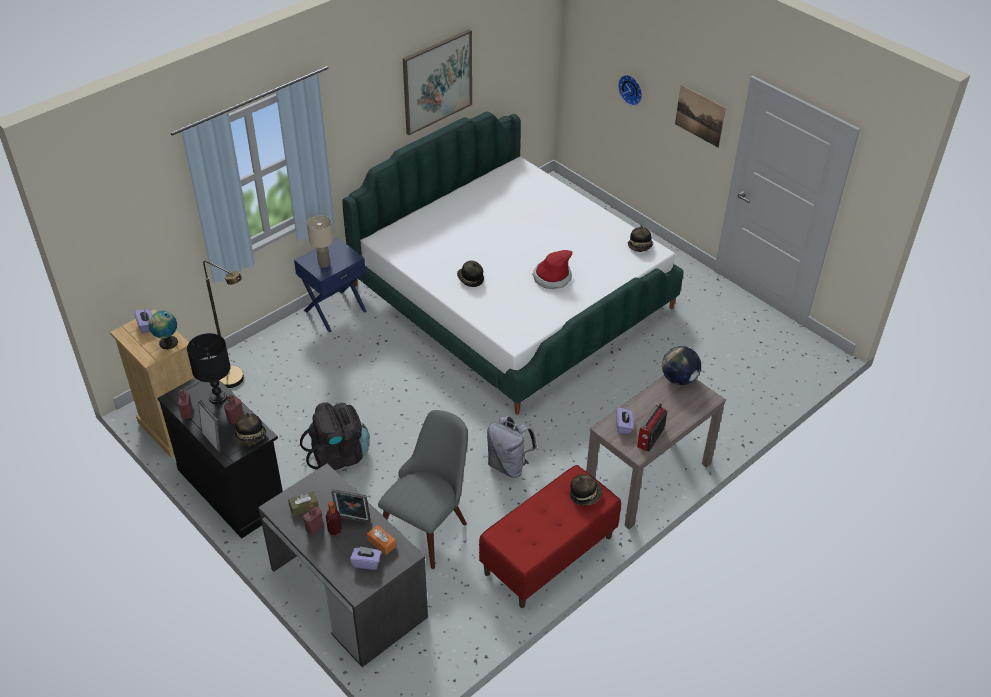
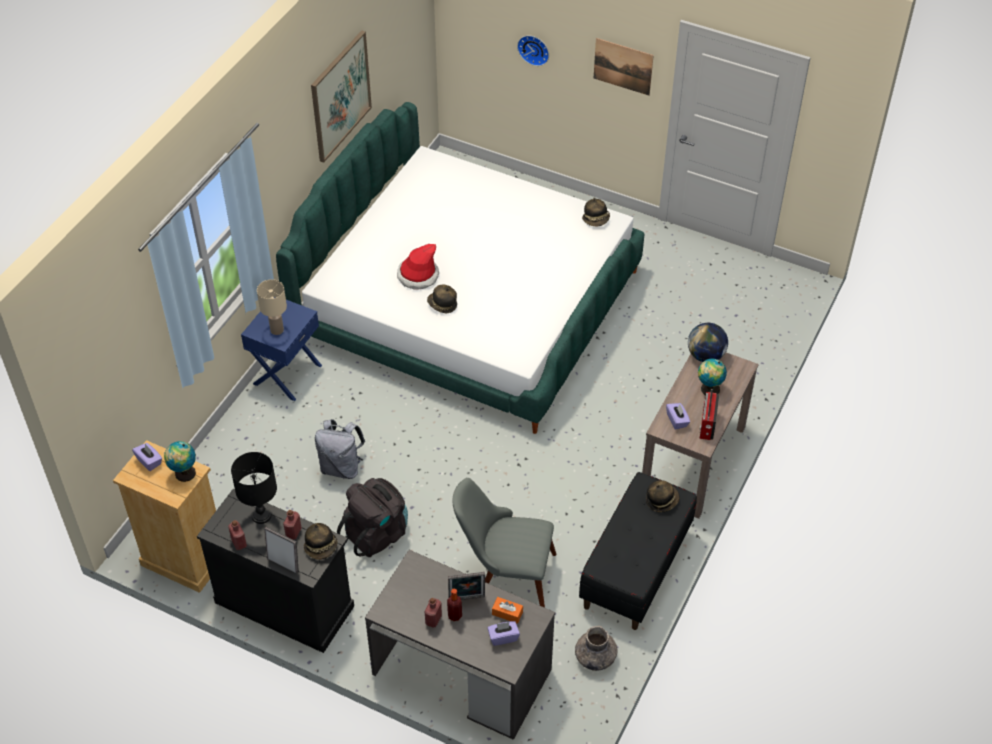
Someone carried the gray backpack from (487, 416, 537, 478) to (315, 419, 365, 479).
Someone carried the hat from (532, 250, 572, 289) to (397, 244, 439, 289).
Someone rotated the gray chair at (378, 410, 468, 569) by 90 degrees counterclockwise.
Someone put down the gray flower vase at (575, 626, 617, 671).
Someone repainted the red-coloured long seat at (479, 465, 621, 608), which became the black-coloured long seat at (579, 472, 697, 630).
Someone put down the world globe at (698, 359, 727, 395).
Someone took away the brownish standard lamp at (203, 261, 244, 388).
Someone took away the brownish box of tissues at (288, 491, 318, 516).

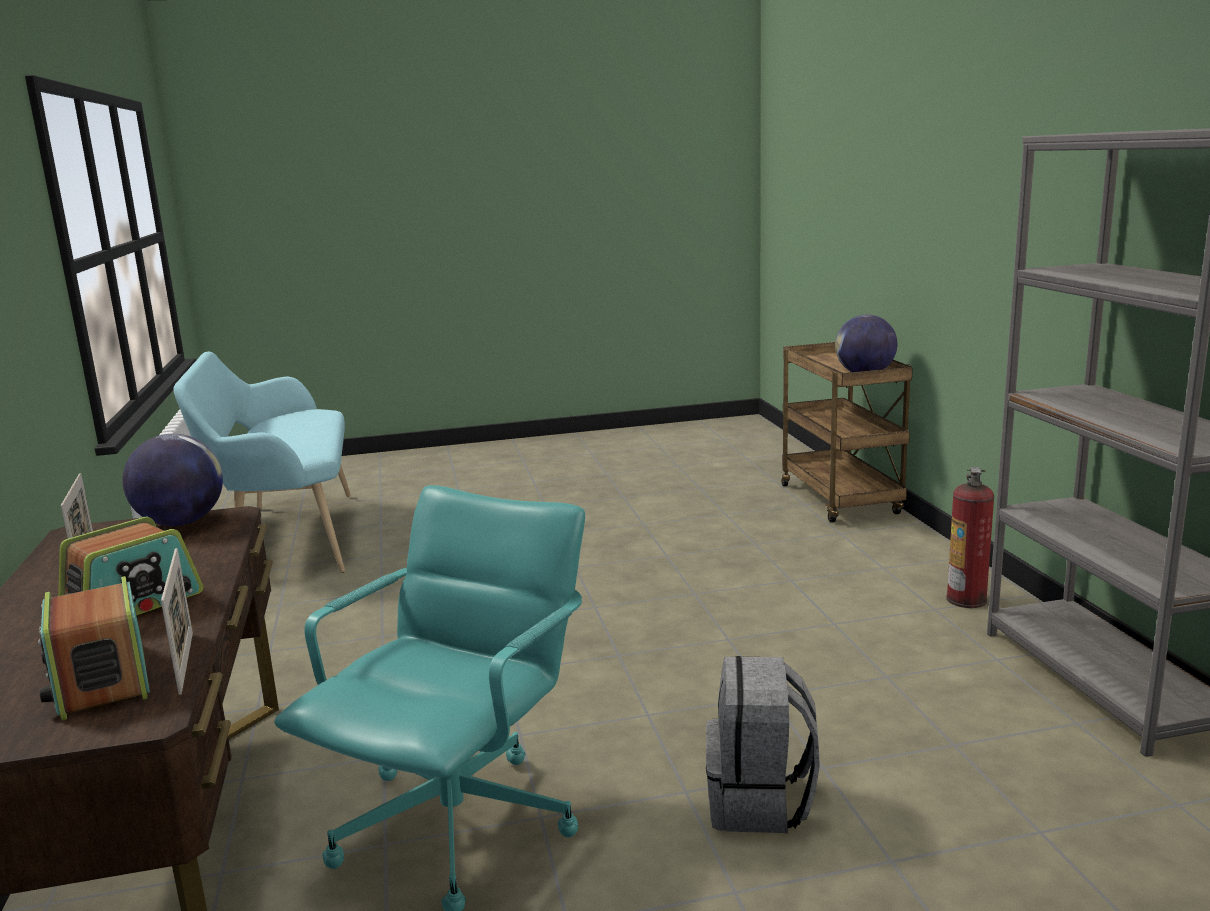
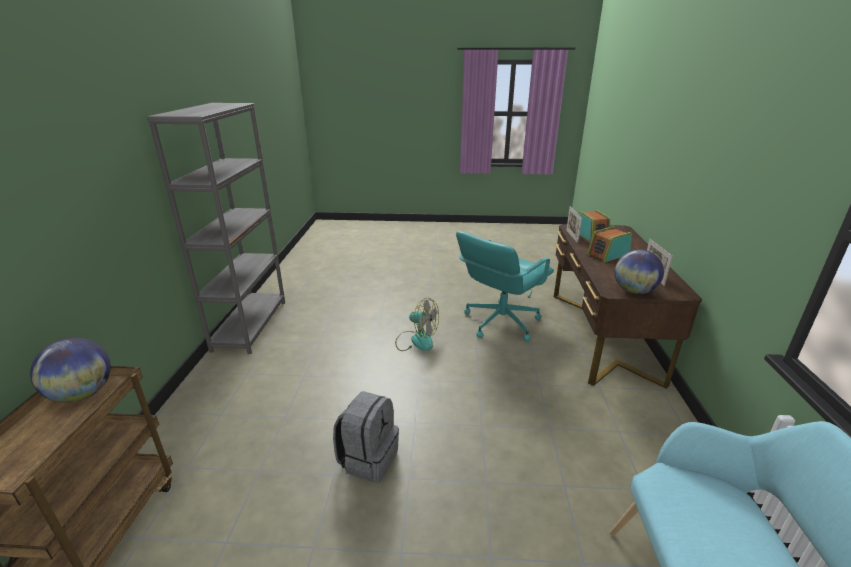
Someone carried the gray backpack from (706, 656, 820, 833) to (333, 392, 399, 483).
Someone put down the cooling fan at (395, 298, 439, 351).
Someone took away the fire-fighting cylinder at (946, 467, 994, 608).

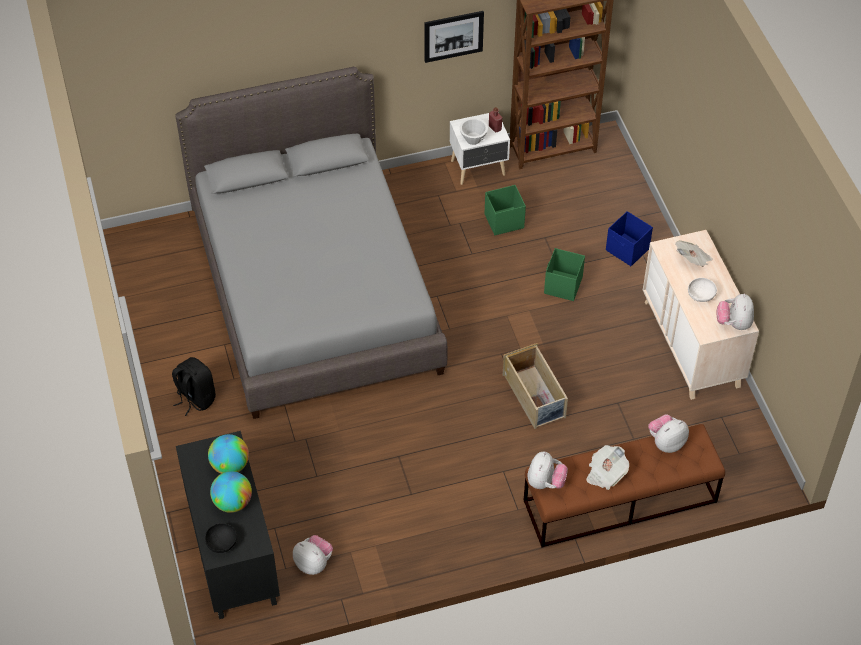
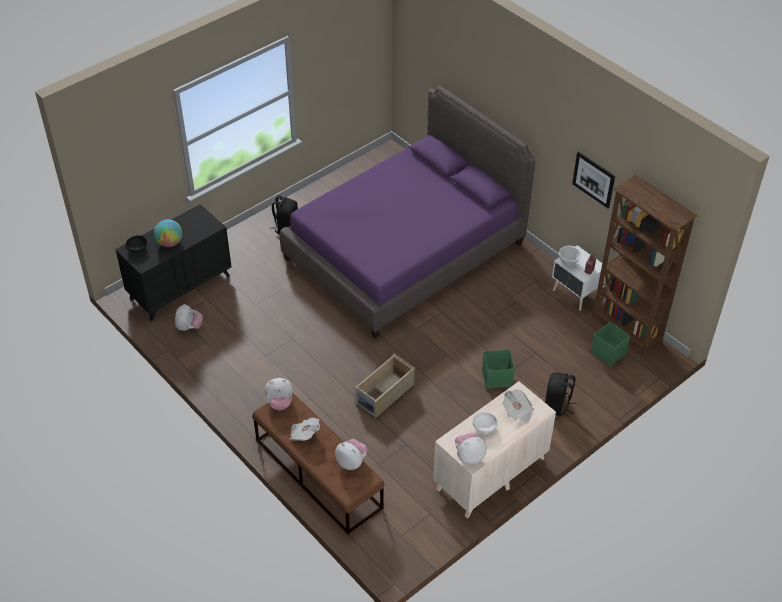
Someone repainted the gray bed at (175, 67, 448, 419), which became the purple-coloured bed at (280, 86, 535, 338).
Someone swapped the blue storage bin at (606, 211, 653, 266) for the black-coloured backpack at (545, 373, 576, 416).
Someone carried the green-coloured storage bin from (485, 185, 526, 235) to (591, 322, 630, 366).
Someone took away the world globe at (208, 434, 249, 474).

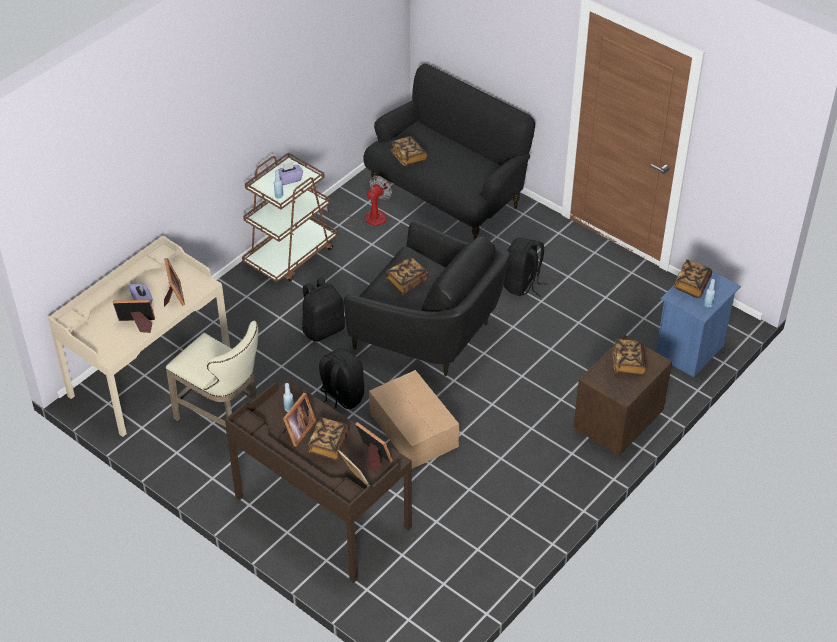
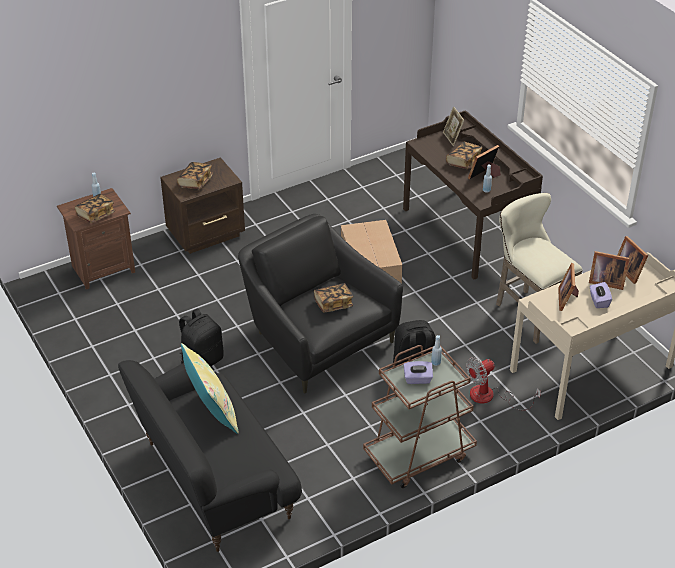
Someone repainted the blue night table at (656, 271, 741, 377), which became the brownish night table at (57, 188, 135, 289).
Someone put down the yellowish cushion at (181, 343, 239, 434).
Someone carried the cooling fan from (323, 176, 392, 227) to (466, 357, 541, 410).
Someone carried the standing frame from (355, 422, 393, 472) to (617, 236, 648, 284).
Someone took away the black-coloured backpack at (319, 348, 365, 410).
Someone took away the volume at (391, 136, 428, 166).

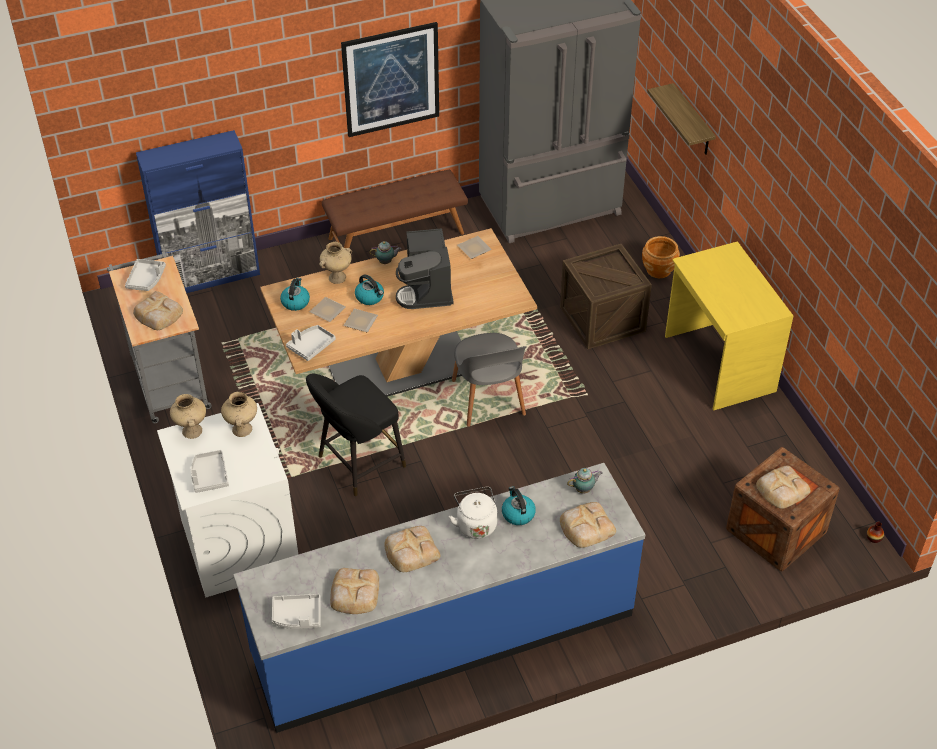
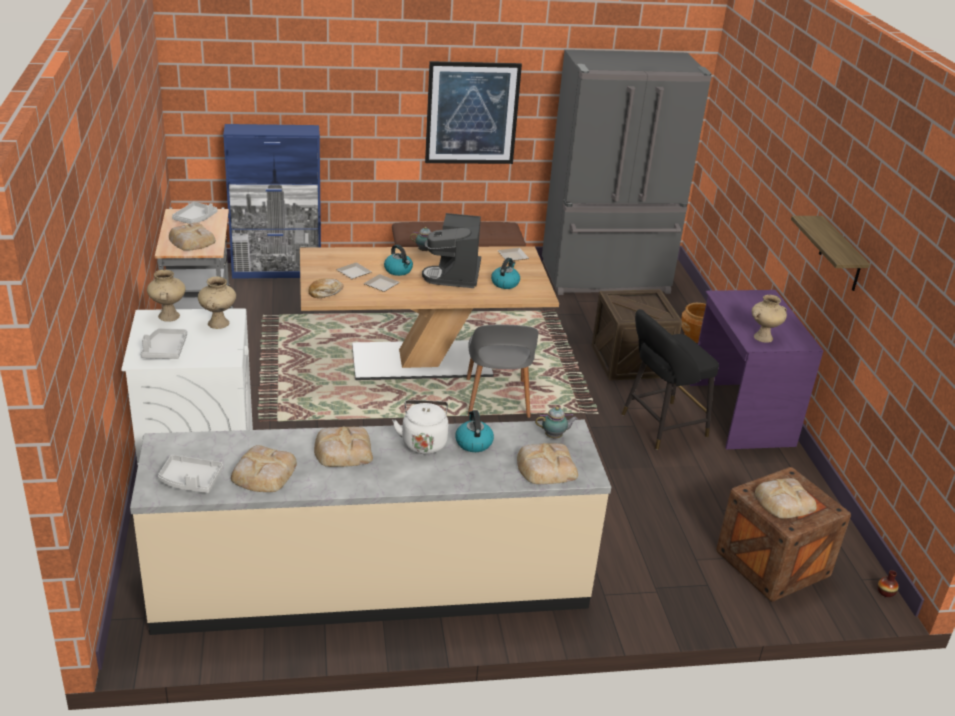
Someone repainted the blue kitchen base unit at (233, 463, 645, 733), which became the sand-coloured kitchen base unit at (130, 420, 611, 635).
Someone swapped the gray serving tray at (286, 325, 336, 361) for the bread at (308, 278, 343, 298).
Someone carried the water kettle from (280, 278, 310, 311) to (491, 258, 520, 289).
Someone carried the black-coloured sitting stool from (306, 373, 406, 496) to (622, 309, 719, 450).
Someone repainted the yellowish desk table at (665, 241, 794, 410), which became the purple-coloured desk table at (690, 290, 823, 449).
Someone carried the sand-coloured flower vase from (319, 242, 352, 284) to (752, 295, 787, 343).
Someone carried the shelf from (647, 83, 716, 155) to (791, 216, 870, 291).

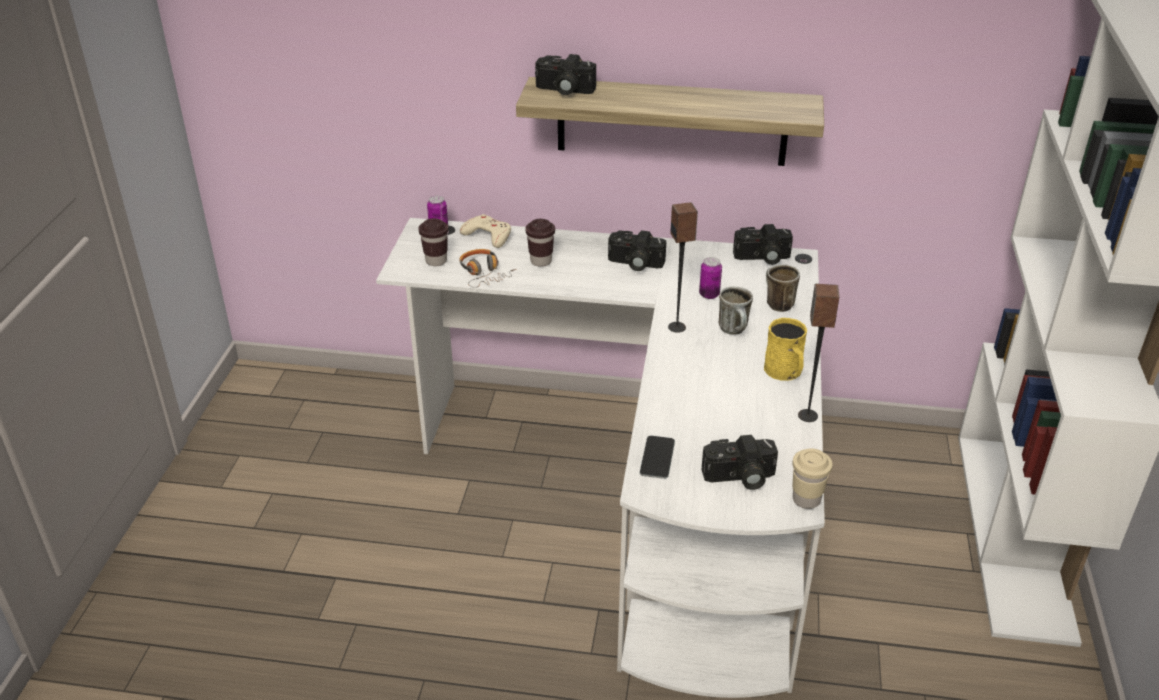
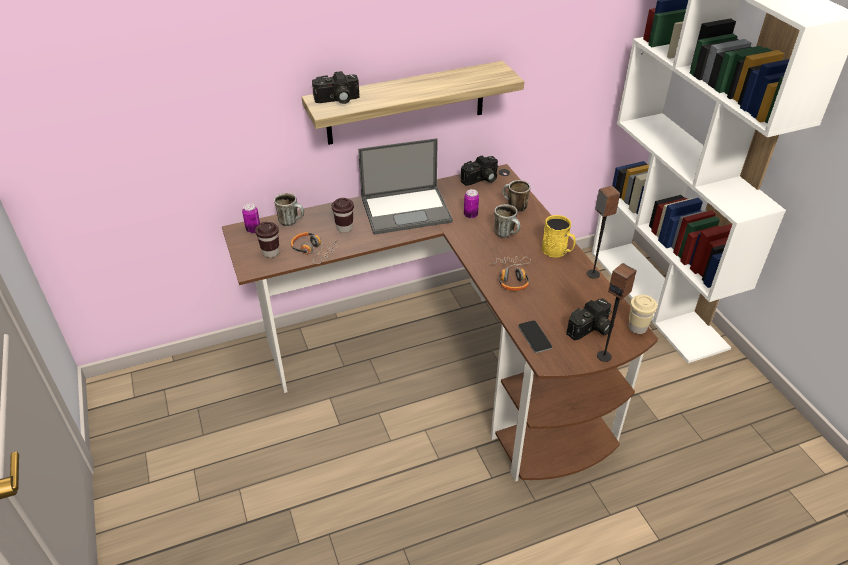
Someone repainted the white desk table at (376, 218, 825, 698), which became the brownish desk table at (222, 164, 658, 482).
Someone swapped the sand-coloured gamepad at (460, 214, 511, 248) for the coffee mug at (274, 193, 304, 226).
Someone swapped the photo camera at (608, 230, 666, 271) for the notebook computer at (358, 138, 453, 235).
Someone put down the headphones at (490, 256, 531, 291).
Someone carried the loudspeaker from (668, 202, 698, 333) to (597, 263, 637, 362).

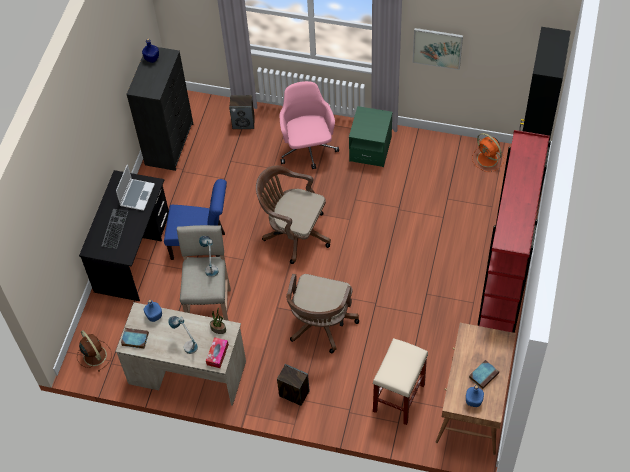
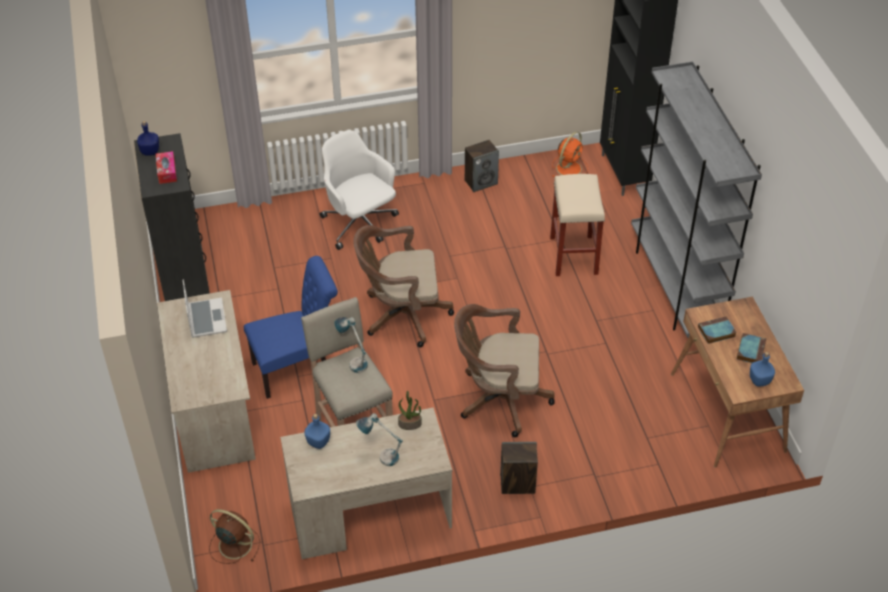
Someone carried the box of tissues from (206, 337, 229, 368) to (156, 151, 177, 184).
Someone repainted the black-coloured desk table at (79, 170, 169, 301), which became the sand-coloured desk table at (157, 290, 256, 473).
Someone repainted the pinkish computer chair at (279, 81, 339, 169), which became the white computer chair at (320, 130, 399, 250).
Someone rotated the brownish computer chair at (286, 274, 359, 353) by 105 degrees clockwise.
Someone carried the loudspeaker from (229, 95, 255, 129) to (465, 140, 499, 192).
Someone carried the sand-coloured sitting stool from (373, 338, 428, 425) to (550, 174, 605, 276).
Someone rotated the orange-coloured cooling fan at (472, 133, 504, 172) by 75 degrees counterclockwise.
Someone repainted the red-coloured shelving unit at (478, 130, 551, 333), which became the gray shelving unit at (631, 61, 762, 338).
Someone carried the volume from (121, 328, 149, 349) to (698, 316, 737, 344).
Someone took away the PC keyboard at (102, 209, 128, 249).
Someone took away the green-coloured night table at (349, 106, 393, 167).
Someone took away the wall picture at (413, 28, 463, 70).

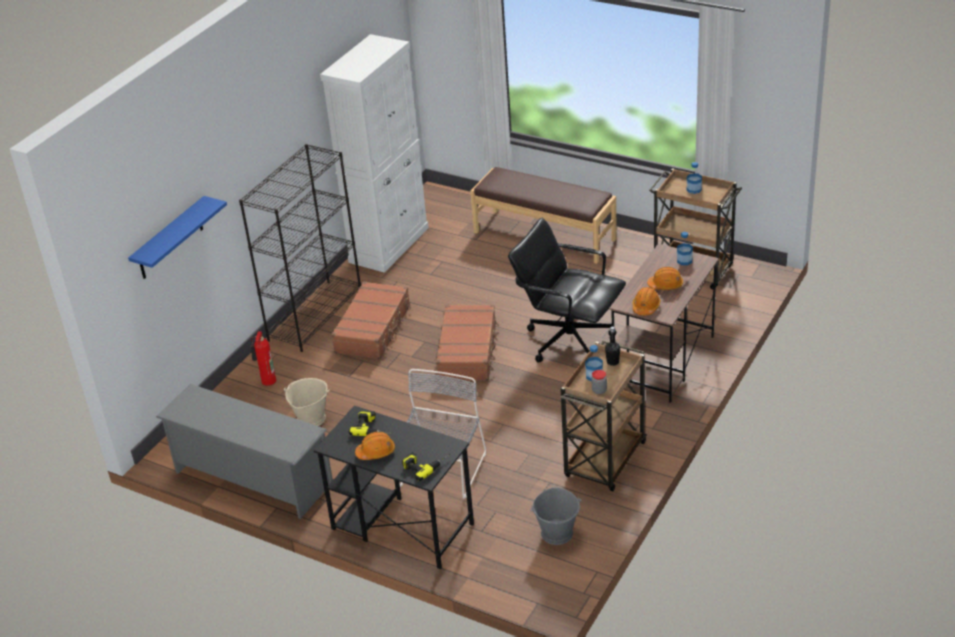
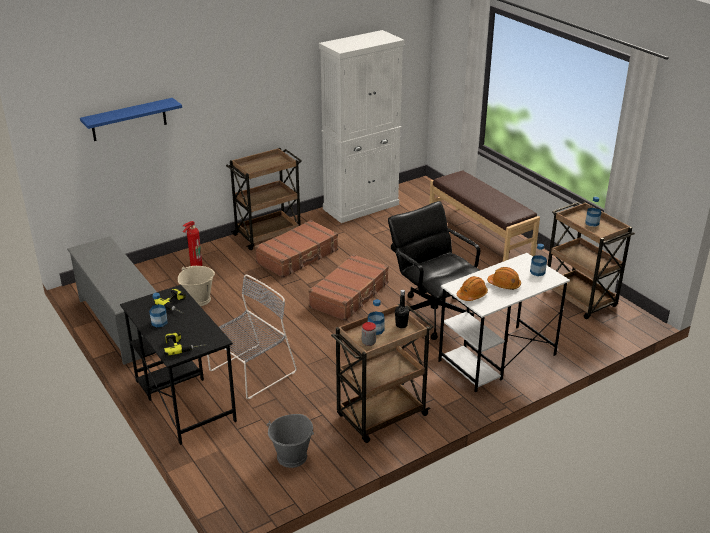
Someone swapped the orange-coloured safety helmet at (355, 432, 395, 460) for the beverage bottle at (149, 293, 167, 327).
Someone swapped the black-coloured shelving unit at (239, 144, 361, 352) for the brownish cart at (226, 148, 302, 250).
Someone repainted the brownish desk table at (609, 244, 719, 403), which became the white desk table at (438, 253, 570, 392).

